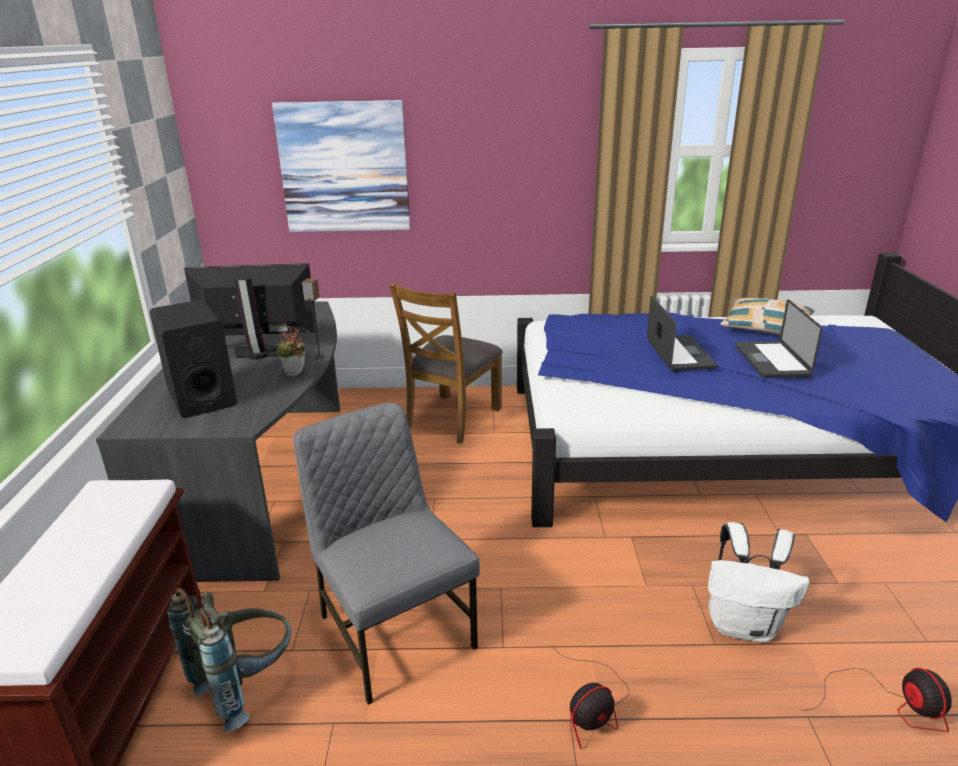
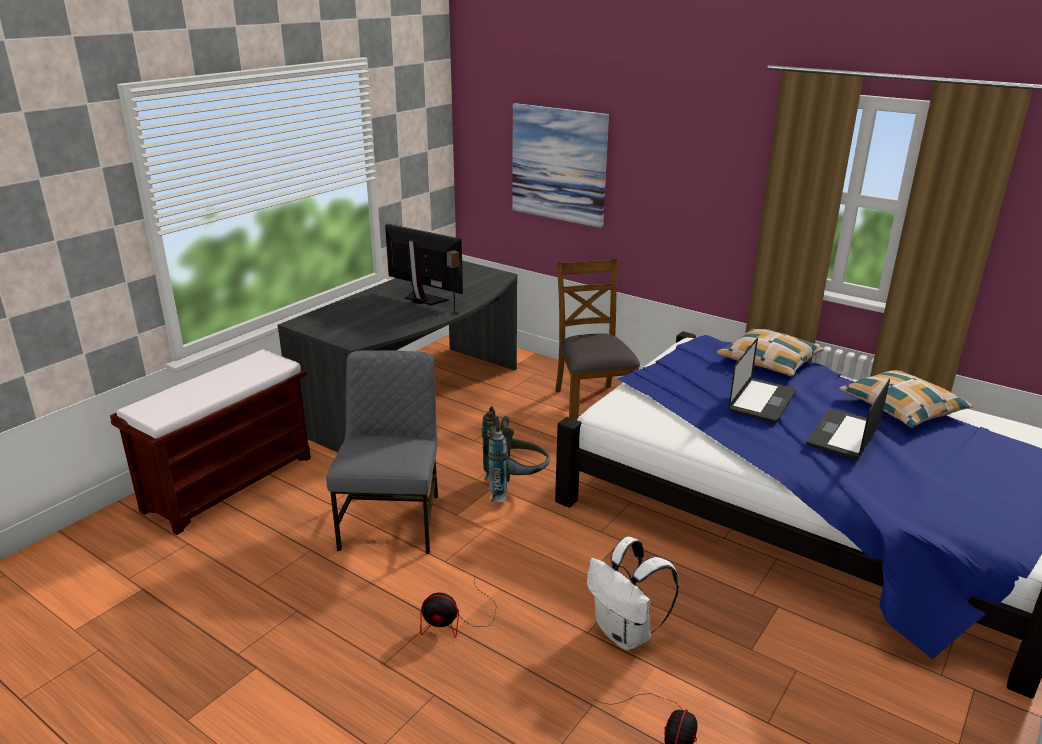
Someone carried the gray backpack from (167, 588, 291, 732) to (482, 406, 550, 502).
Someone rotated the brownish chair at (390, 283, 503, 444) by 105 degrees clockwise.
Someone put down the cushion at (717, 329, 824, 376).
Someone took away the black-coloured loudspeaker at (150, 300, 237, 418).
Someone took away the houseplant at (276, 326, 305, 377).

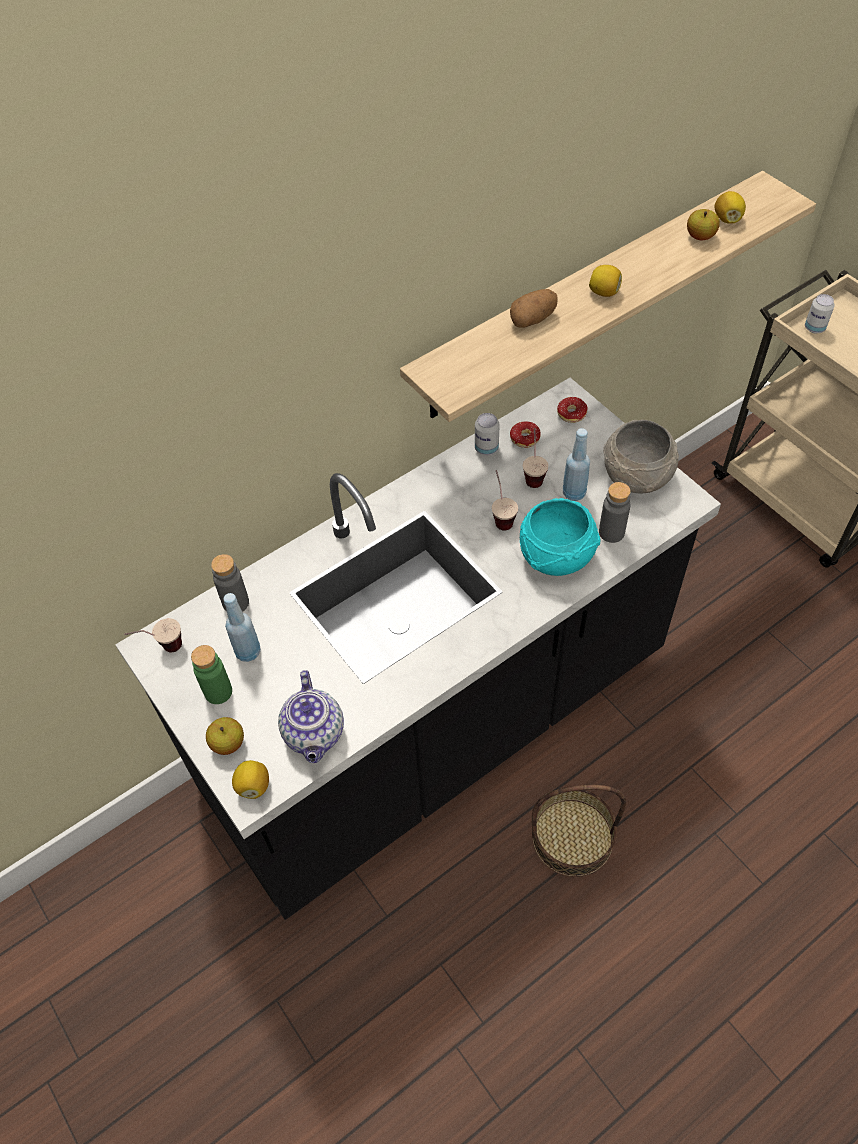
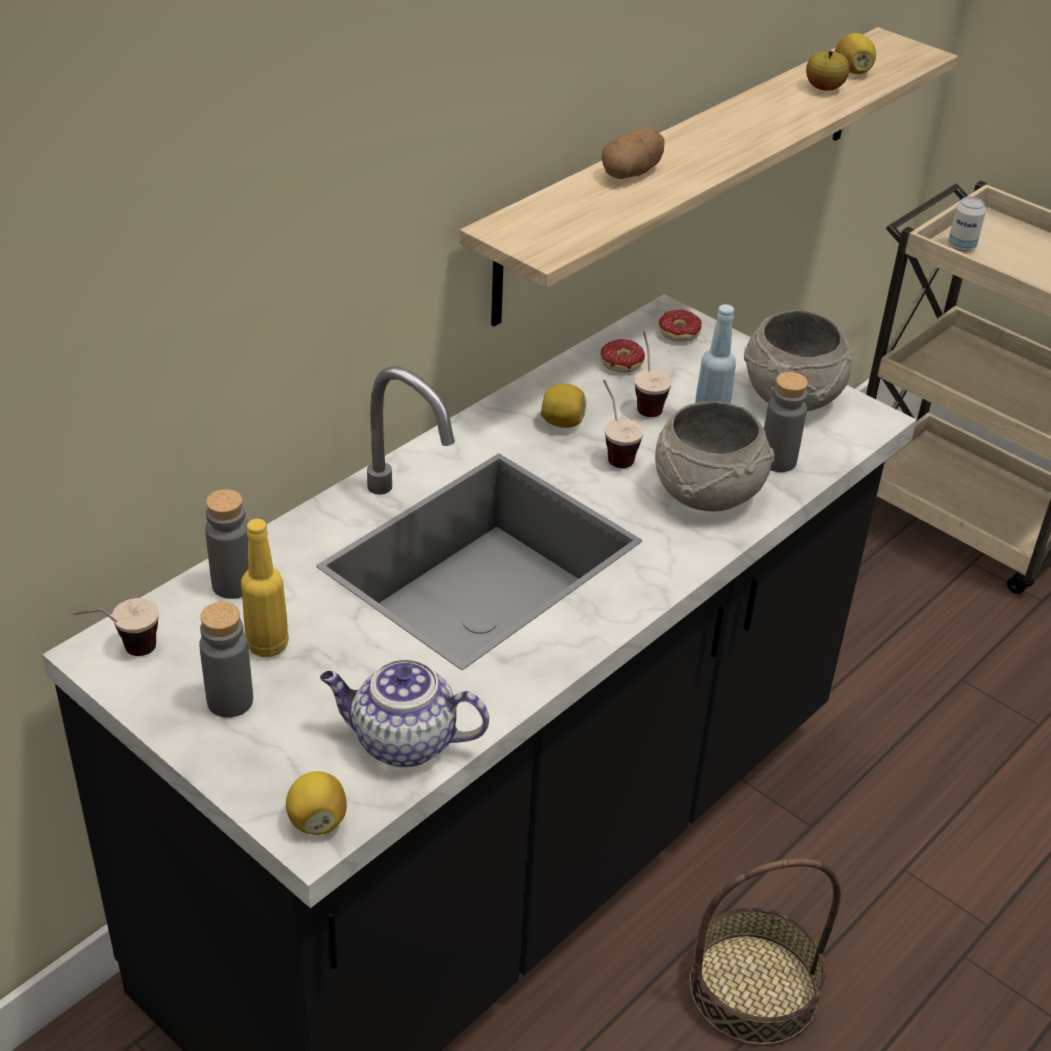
Someone repainted the green-coloured beverage bottle at (191, 645, 232, 704), which became the gray beverage bottle at (199, 602, 253, 718).
Someone repainted the blue beverage bottle at (223, 593, 261, 662), which became the yellowish beverage bottle at (241, 519, 289, 657).
Someone rotated the pot for tea at (278, 670, 344, 763) by 120 degrees clockwise.
Someone carried the whole lemon from (589, 265, 622, 297) to (541, 384, 586, 428).
Someone repainted the blue-green bowl at (520, 498, 600, 576), which became the gray bowl at (655, 401, 774, 511).
Someone took away the apple at (206, 717, 244, 755).
Someone took away the can at (475, 413, 500, 456).

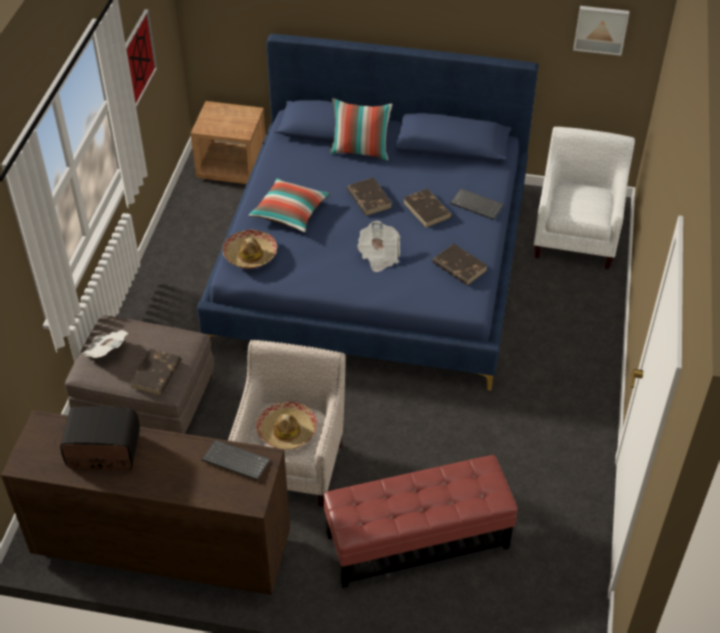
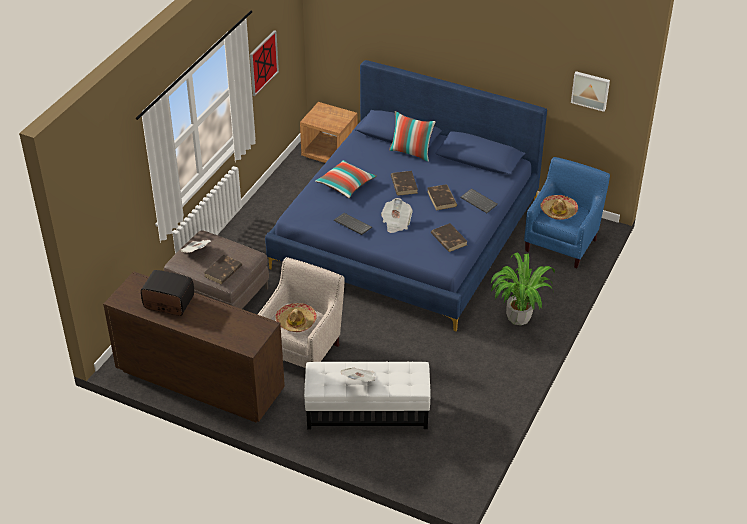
Someone repainted the red-coloured footrest at (324, 455, 518, 588), which became the white footrest at (304, 362, 431, 429).
Someone carried the PC keyboard from (202, 440, 270, 480) to (334, 213, 372, 235).
Someone put down the daily paper at (341, 367, 376, 382).
Someone put down the houseplant at (490, 253, 555, 325).
Someone repainted the white lounge chair at (534, 127, 635, 269), which became the blue lounge chair at (524, 157, 610, 268).
Someone carried the hat from (223, 230, 277, 269) to (540, 195, 578, 220).

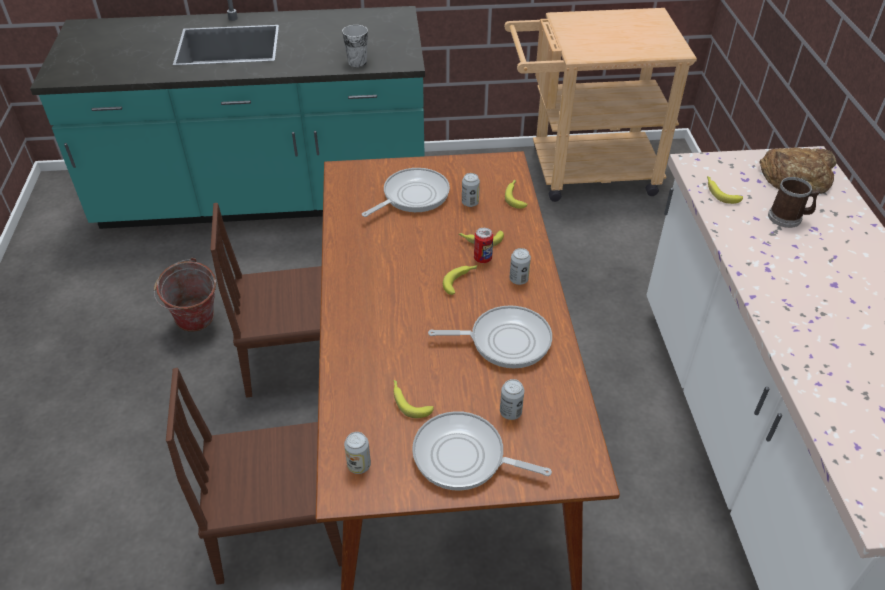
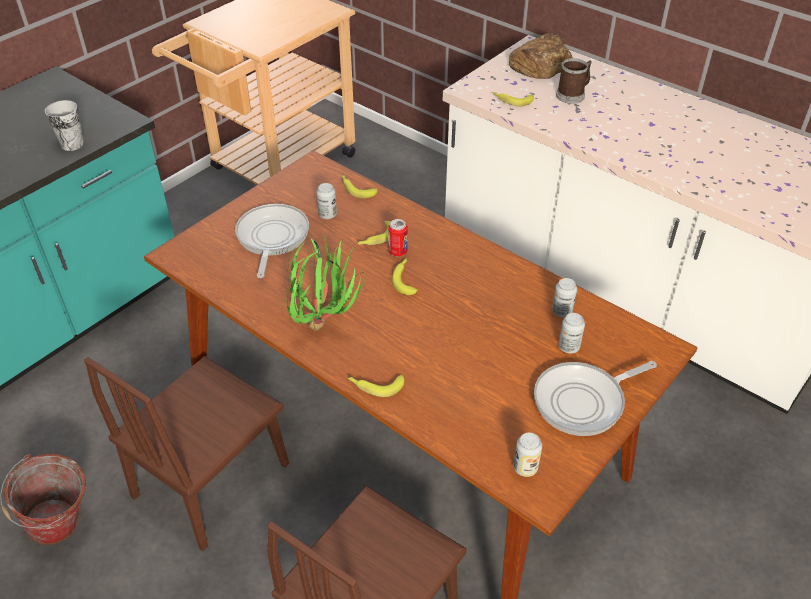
Someone put down the houseplant at (286, 236, 367, 331).
Someone carried the banana fruit from (393, 380, 433, 418) to (348, 375, 405, 397).
Someone carried the can from (510, 248, 531, 285) to (552, 278, 577, 317).
Someone took away the pan at (428, 305, 552, 368).

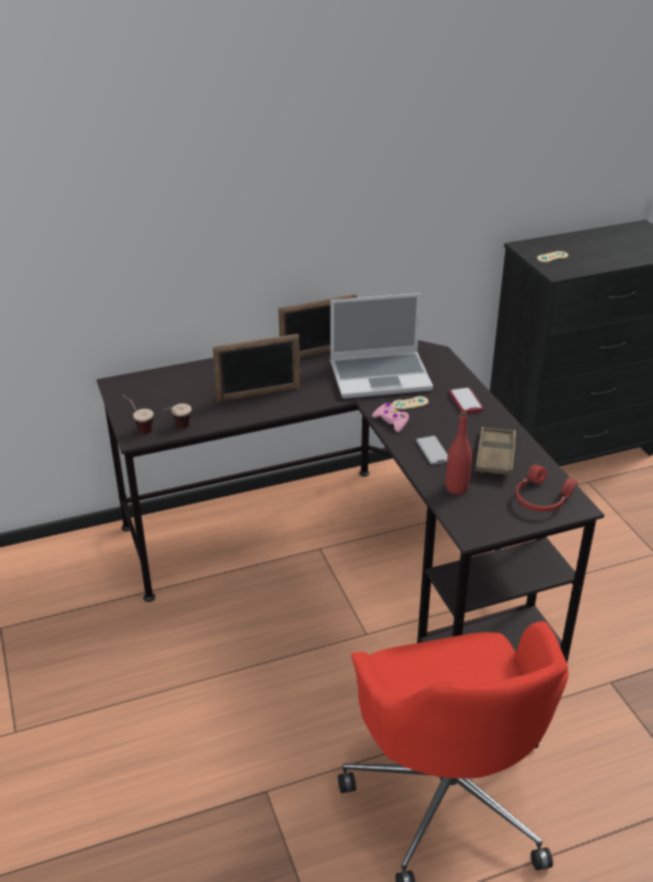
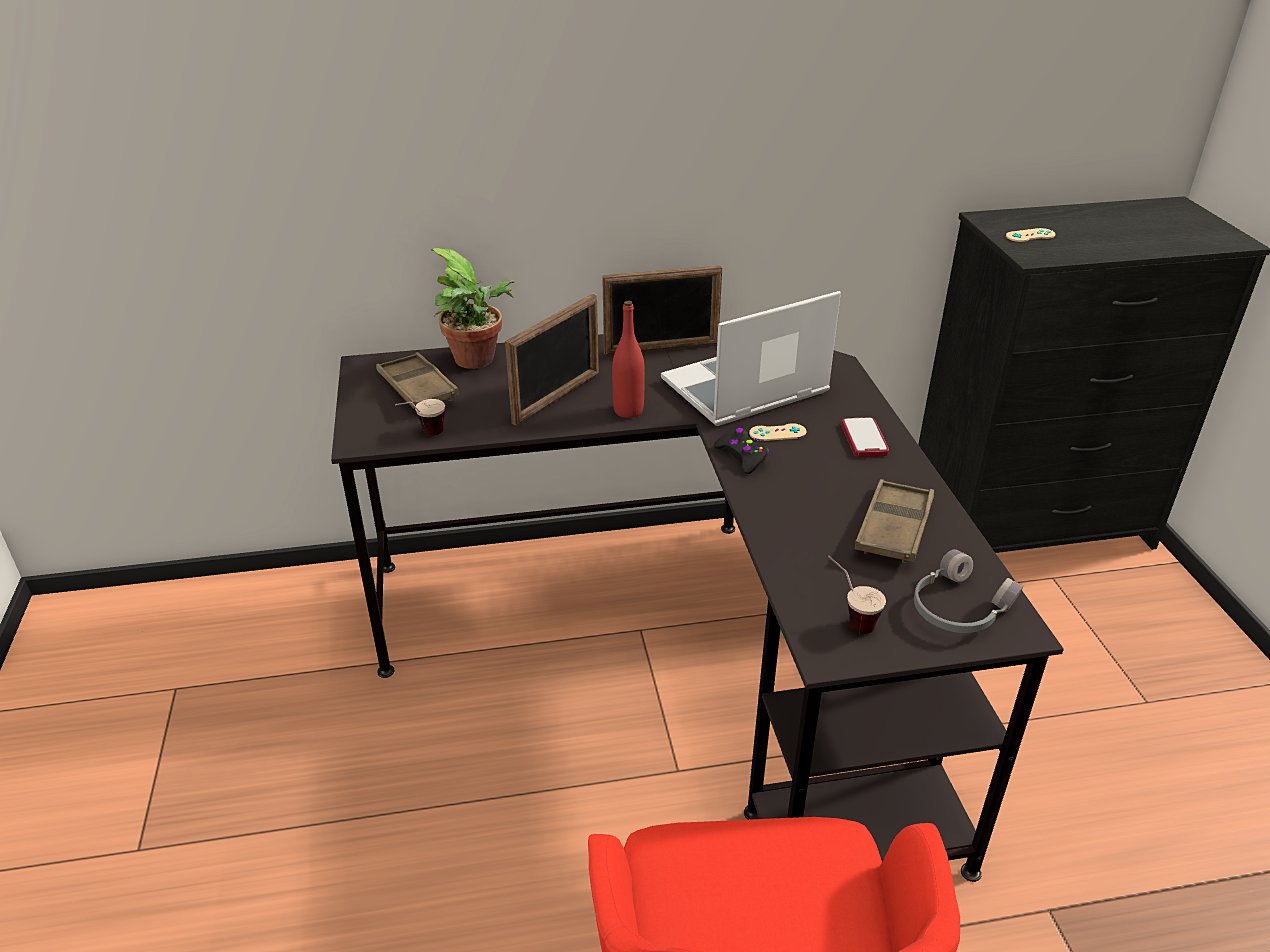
Someone put down the brownish serving tray at (376, 352, 459, 409).
Someone put down the houseplant at (431, 248, 515, 369).
Someone rotated the standing frame at (213, 334, 300, 402) by 45 degrees counterclockwise.
Someone carried the red-coloured beverage bottle from (446, 411, 472, 495) to (612, 300, 645, 418).
Someone rotated the notebook computer at (330, 293, 433, 399) by 150 degrees clockwise.
Someone repainted the pinkish gamepad at (372, 403, 410, 432), which became the black-coloured gamepad at (714, 428, 769, 474).
Someone carried the drinking cup from (122, 394, 153, 434) to (828, 556, 886, 634).
Someone repainted the red-coloured headphones at (516, 464, 578, 512), which became the gray headphones at (914, 549, 1023, 633).
Someone took away the phone at (416, 436, 448, 465).

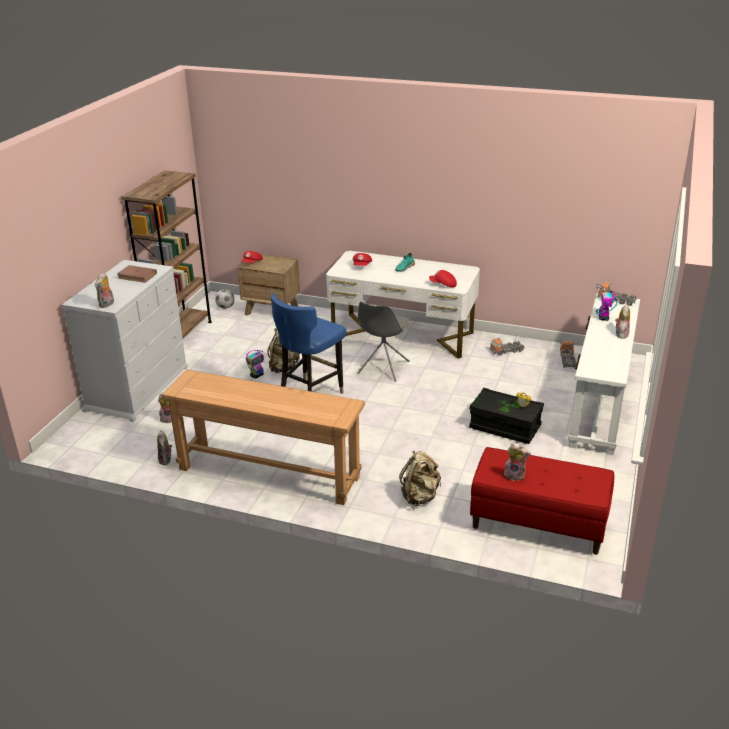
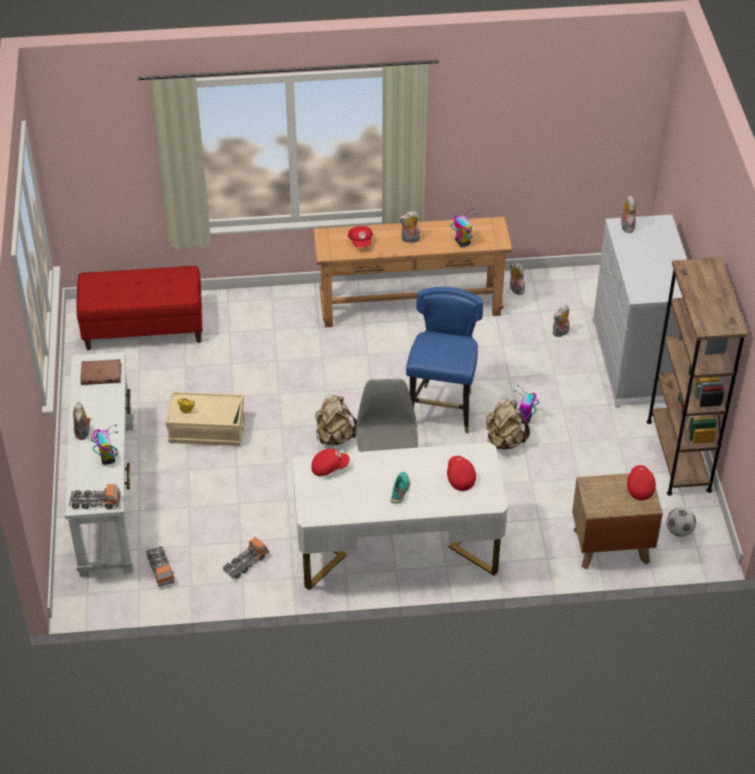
Someone carried the brownish volume from (117, 265, 157, 283) to (80, 359, 121, 385).
Someone repainted the black-coloured storage bin at (469, 388, 544, 444), which became the sand-coloured storage bin at (165, 391, 245, 446).
Someone carried the sand-coloured backpack from (399, 451, 441, 506) to (315, 395, 357, 445).
Someone put down the red-coloured cap at (348, 226, 373, 247).
Someone carried the cuddly toy from (504, 443, 531, 481) to (398, 211, 420, 243).
Someone put down the robot figure at (451, 208, 478, 247).

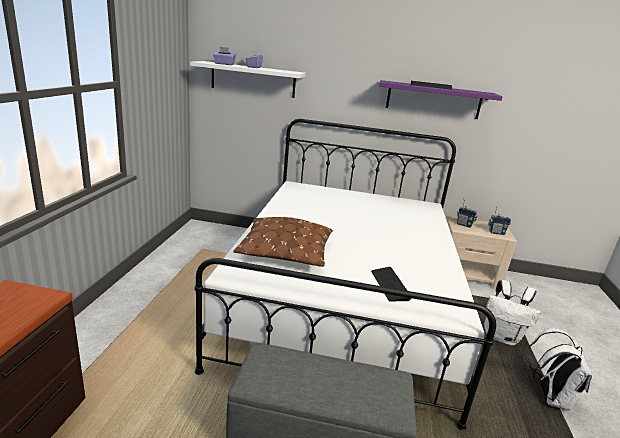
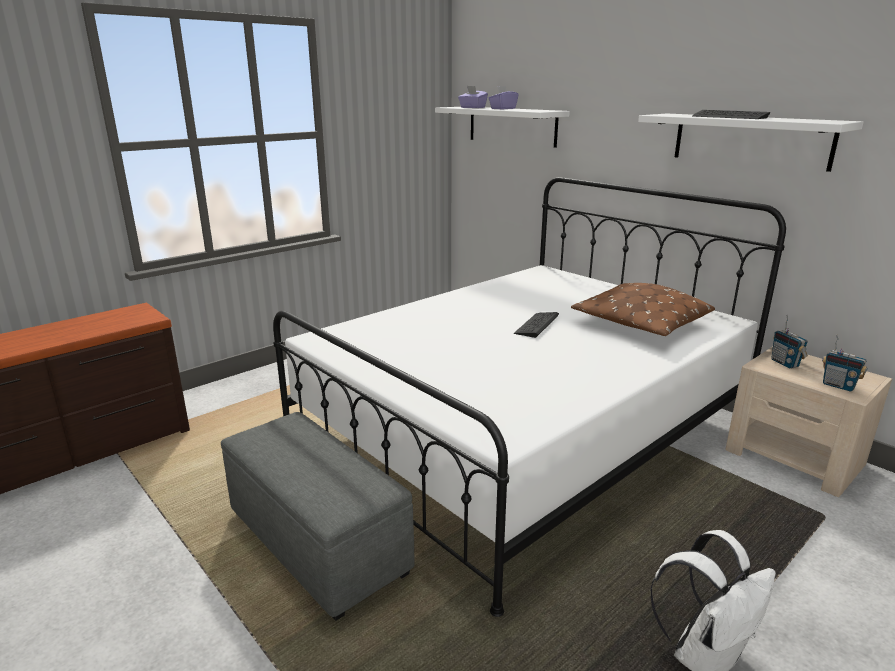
Someone carried the PC keyboard from (371, 267, 412, 301) to (514, 312, 559, 338).
Someone carried the brownish cushion from (233, 217, 333, 267) to (571, 283, 715, 336).
Someone repainted the purple-coloured shelf at (379, 80, 503, 119), which became the white shelf at (638, 114, 863, 172).
Someone took away the white backpack at (484, 280, 541, 345).

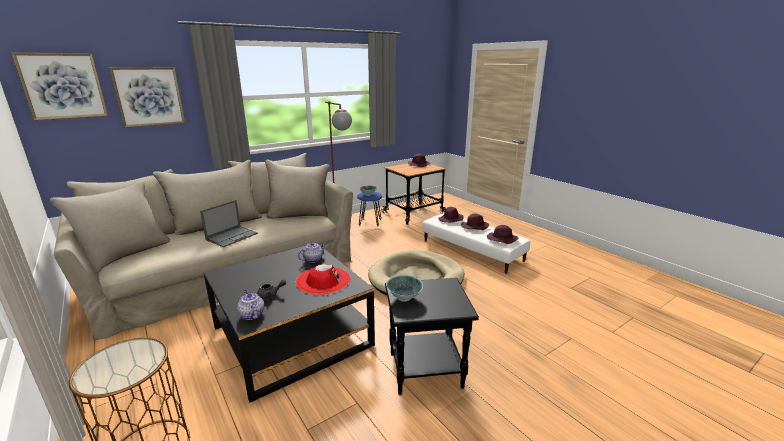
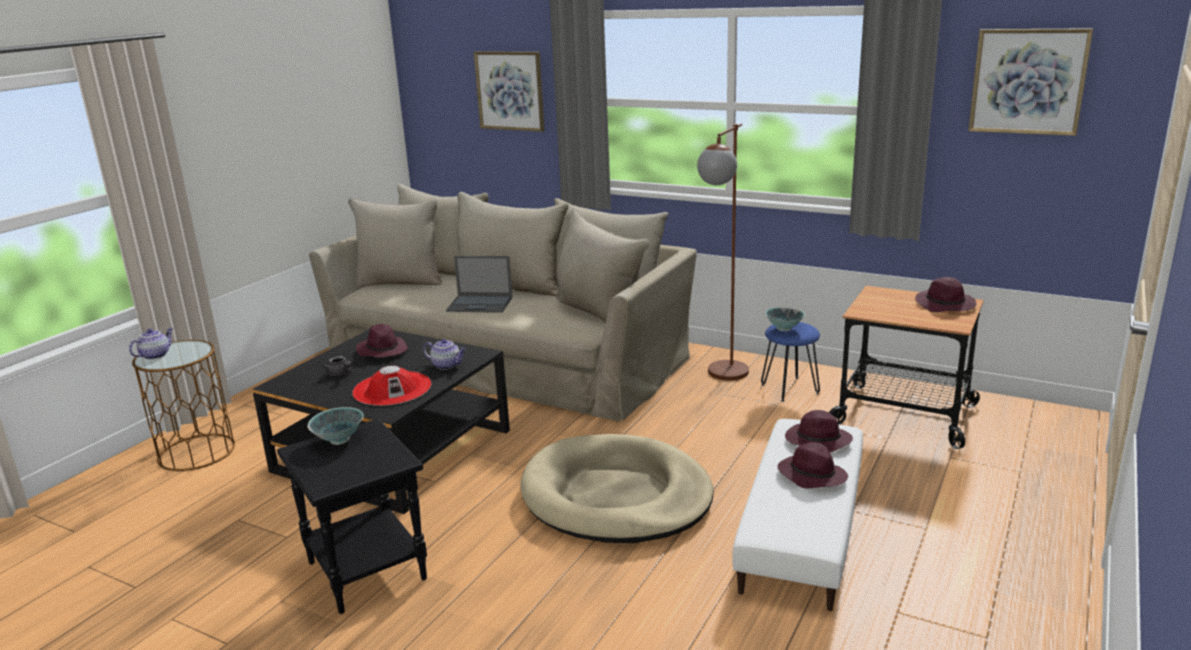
Someone carried the pot for tea from (237, 290, 264, 320) to (129, 328, 173, 360).
Someone carried the purple-coloured hat from (487, 225, 518, 244) to (356, 324, 408, 357).
Someone carried the wall picture from (12, 53, 108, 120) to (968, 28, 1093, 136).

